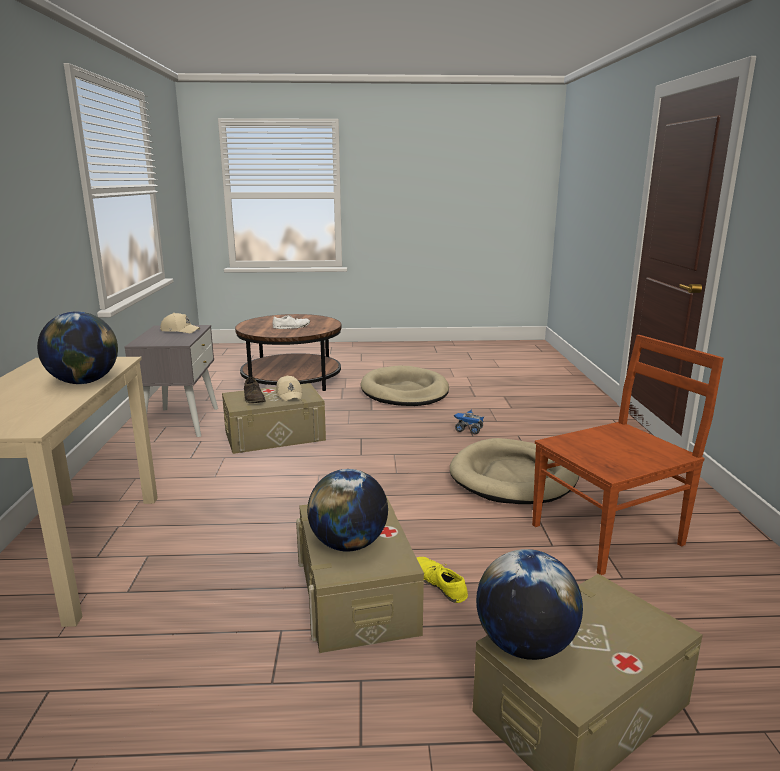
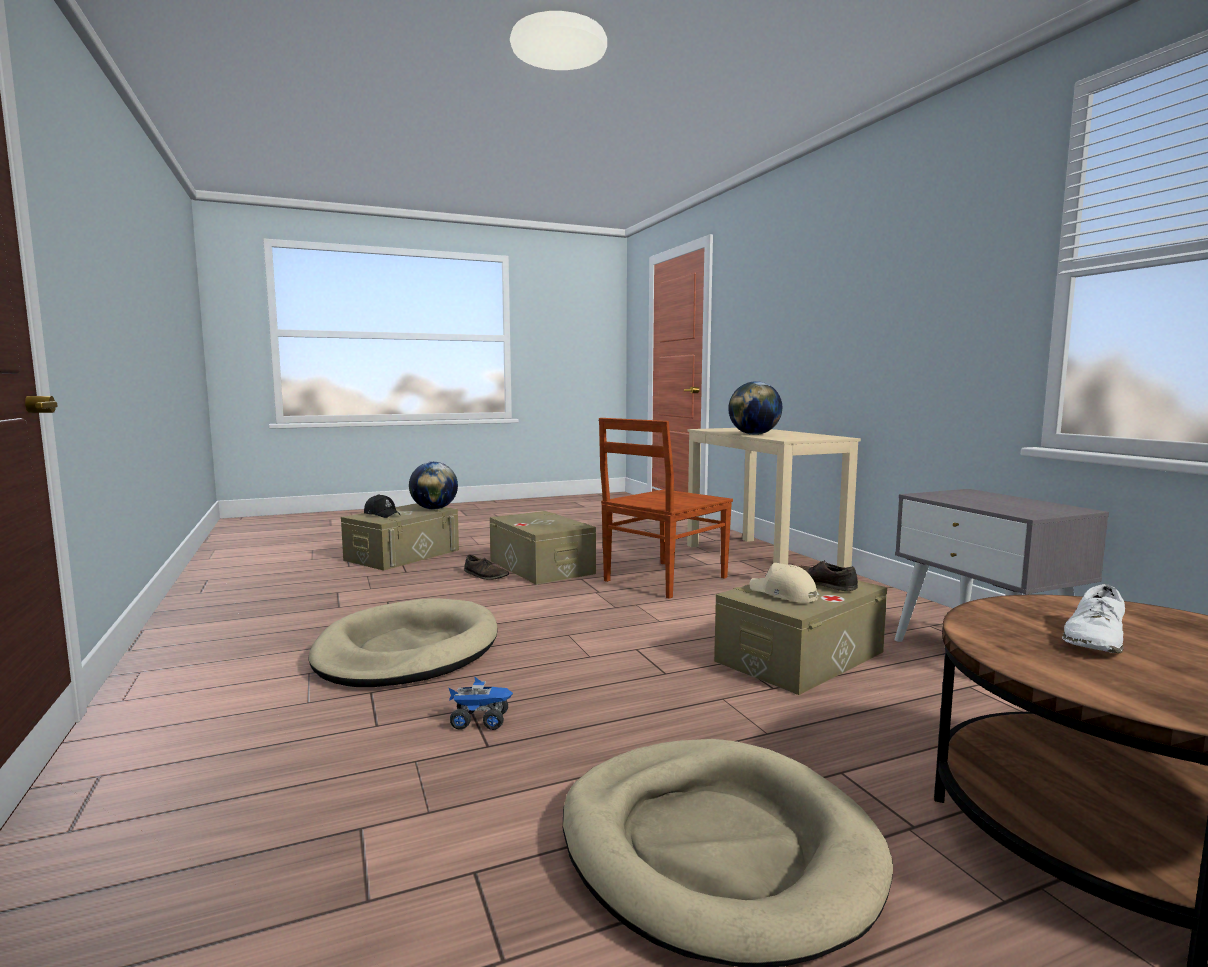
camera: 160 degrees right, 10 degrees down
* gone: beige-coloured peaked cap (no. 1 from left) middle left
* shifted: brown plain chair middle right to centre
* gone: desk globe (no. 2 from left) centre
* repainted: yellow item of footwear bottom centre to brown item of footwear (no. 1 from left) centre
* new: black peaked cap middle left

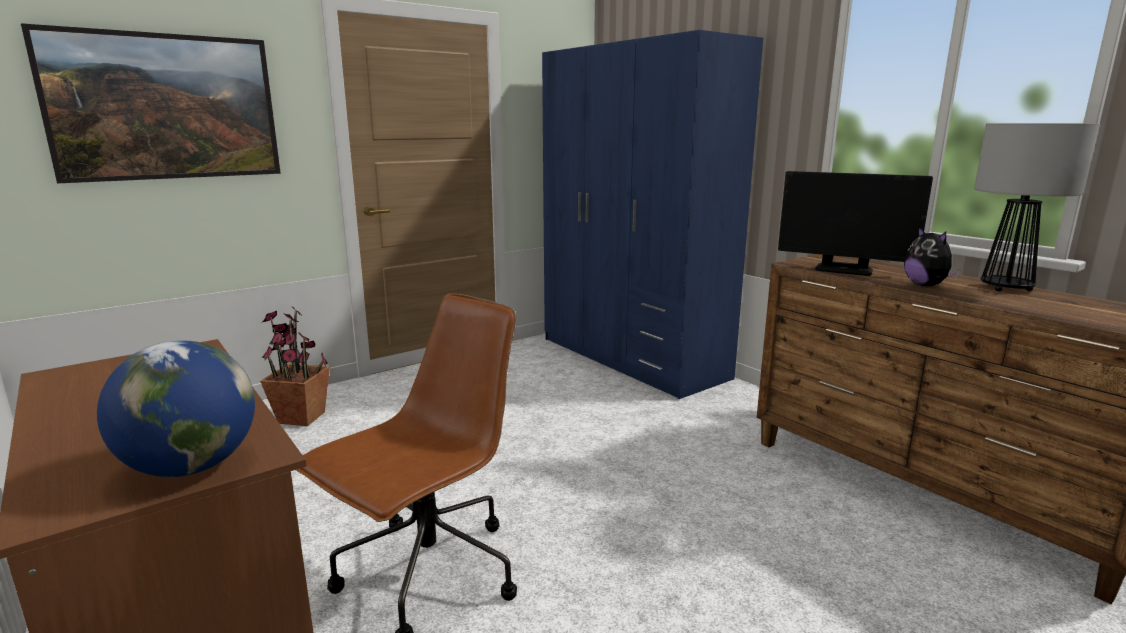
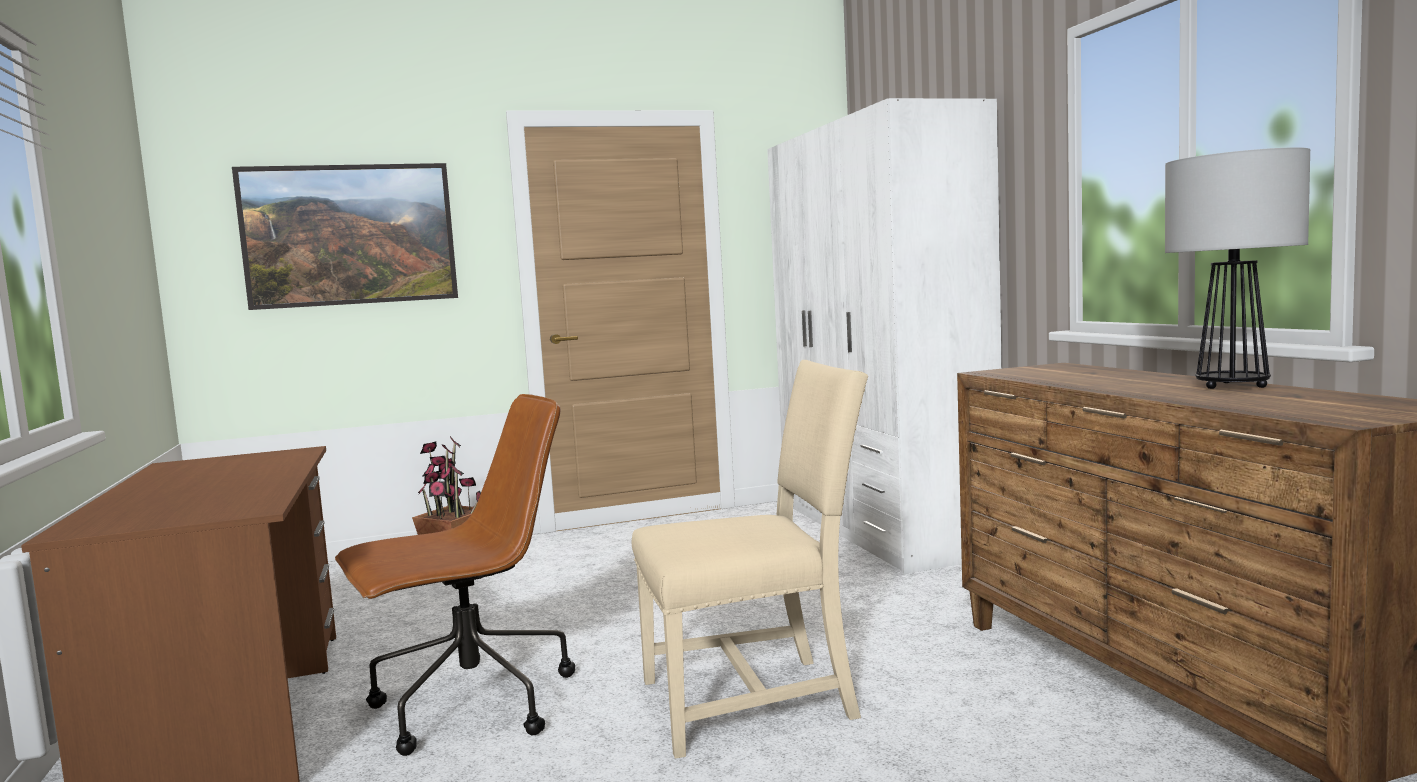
camera: 20 degrees right, 10 degrees down
* repainted: bluish clothes cupboard centre to whitish clothes cupboard centre
* gone: monitor middle right
* gone: plush toy middle right
* gone: desk globe middle left
* new: beige-coloured plain chair bottom centre

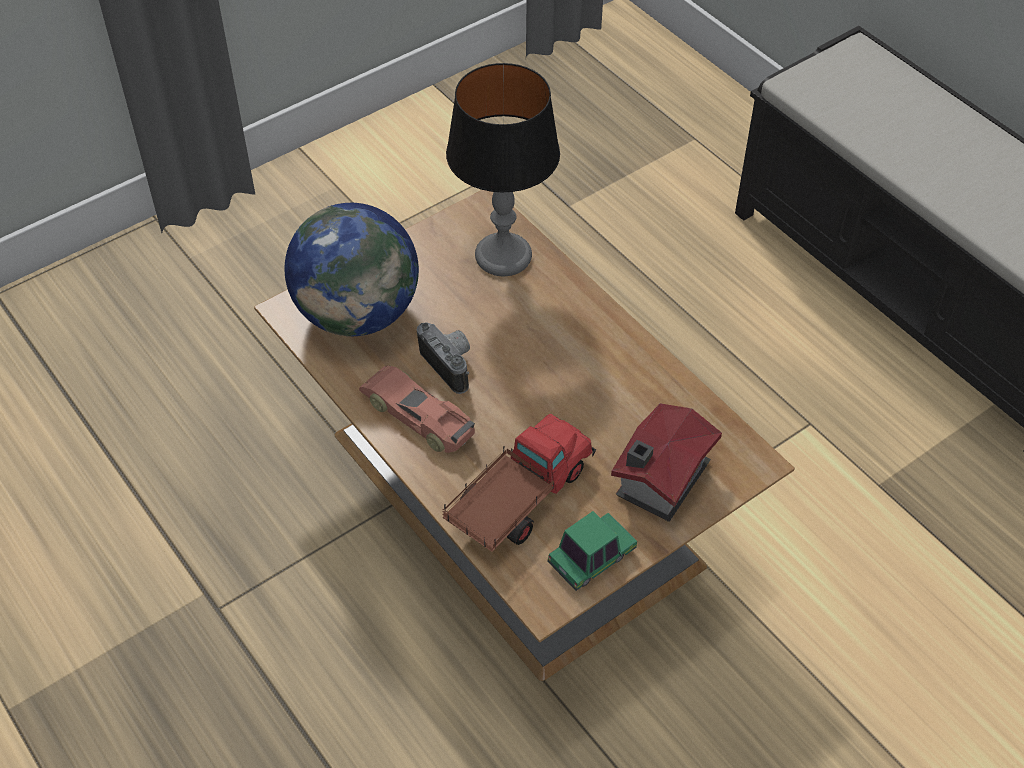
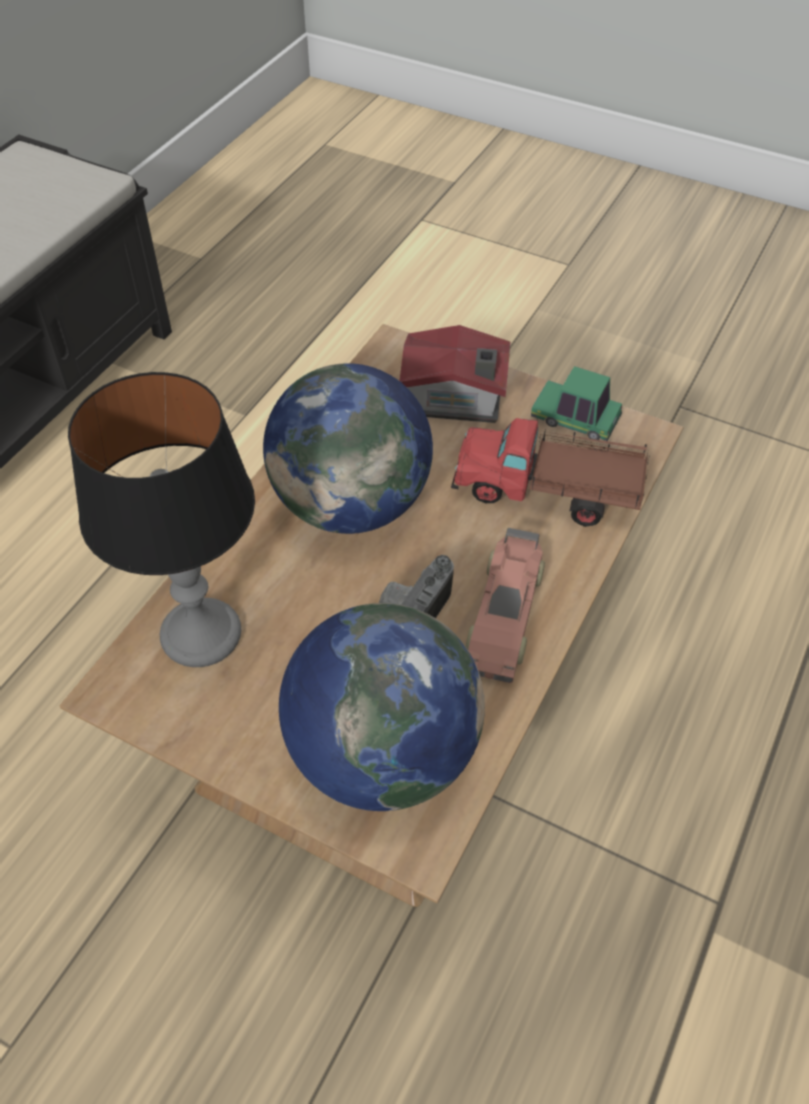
camera: 115 degrees left, 0 degrees up
* new: desk globe (no. 1 from left) centre

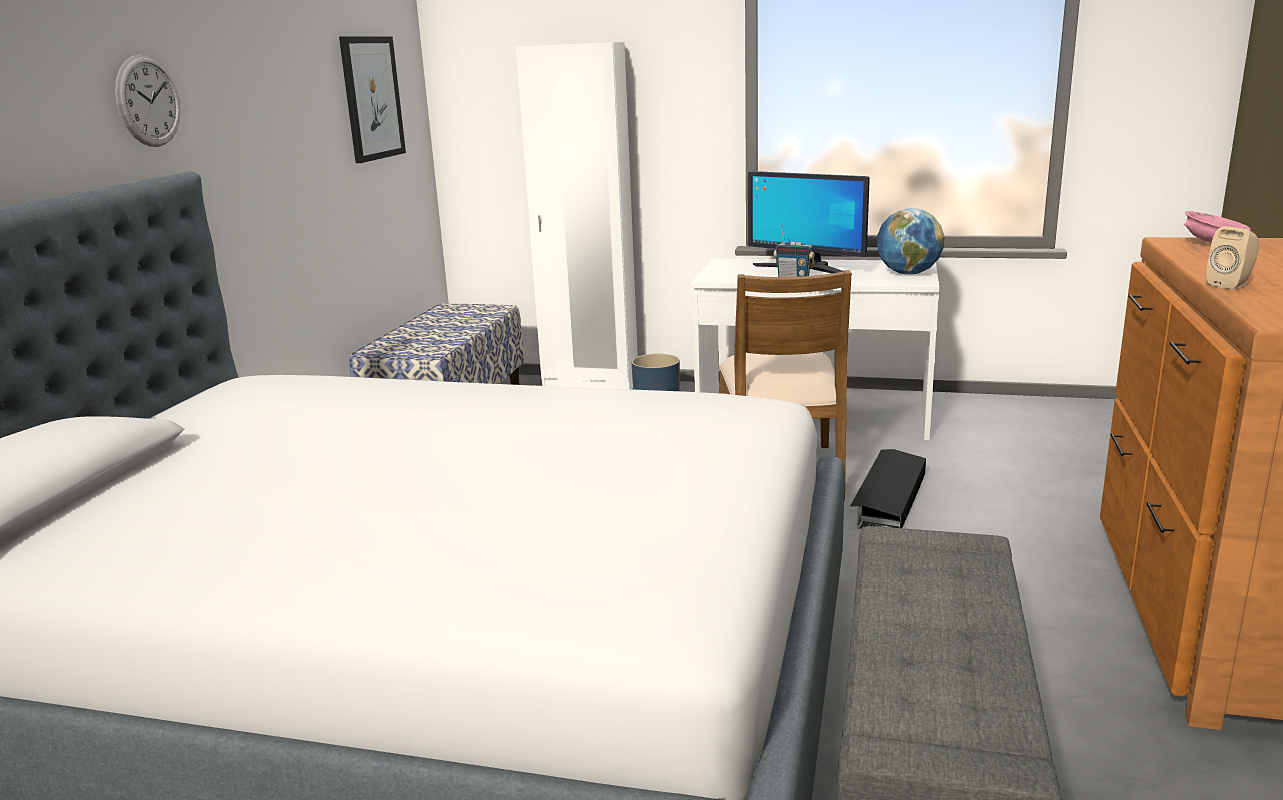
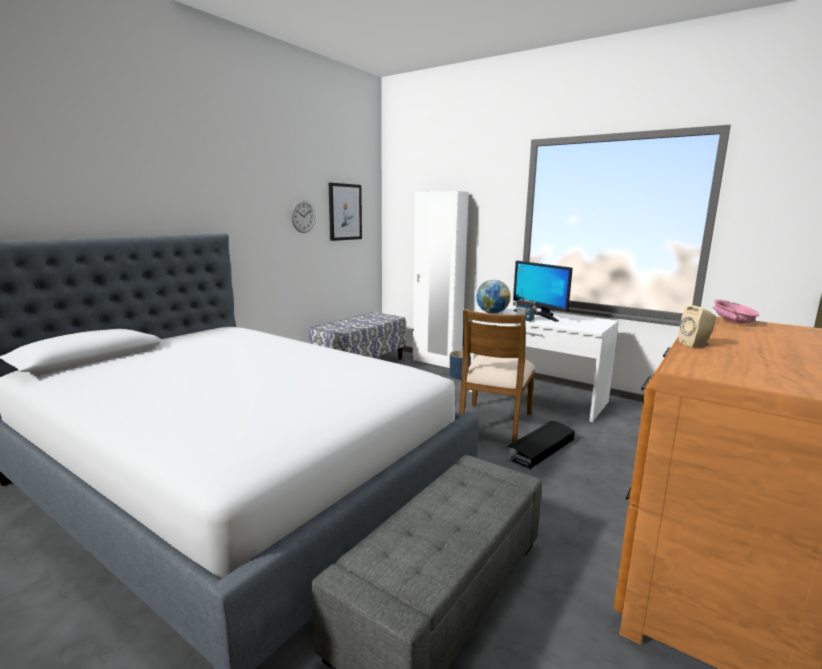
camera: 20 degrees right, 5 degrees down
* shifted: clock on the wall top left to top centre
* shifted: desk globe top right to centre

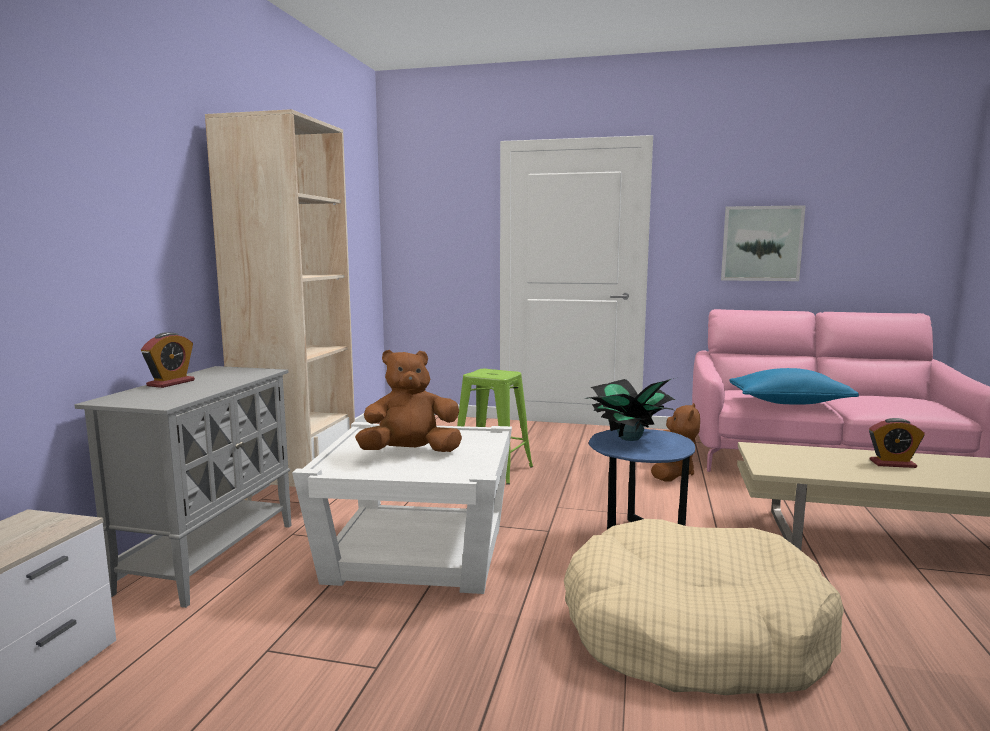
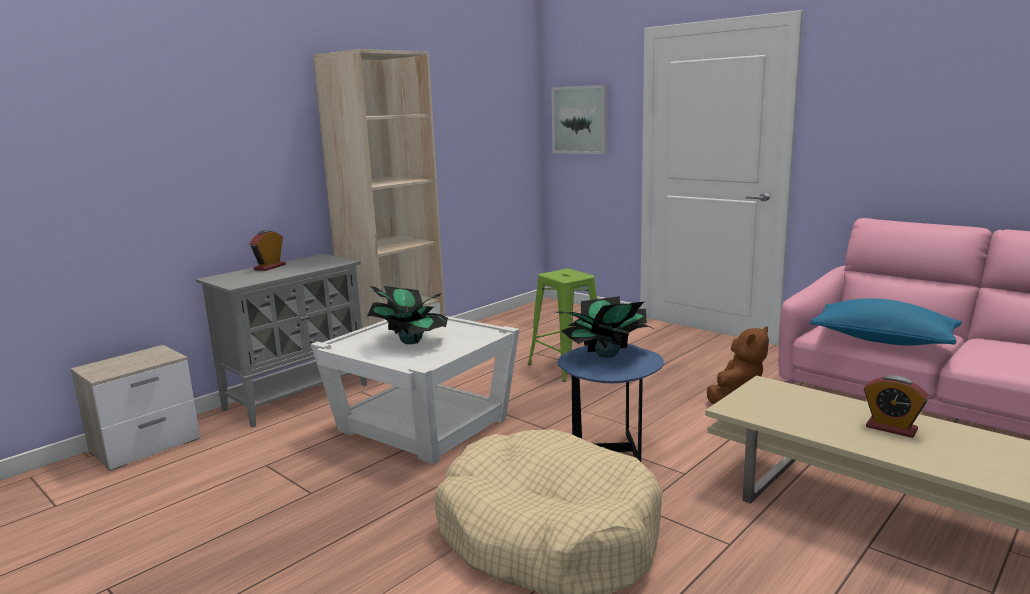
camera: 30 degrees right, 5 degrees up
* shifted: picture top right to top centre
* rotated: bedside clock (no. 1 from left) middle left = middle left 150 degrees clockwise
* swapped: brown plush toy (no. 1 from left) centre to houseplant (no. 1 from left) centre

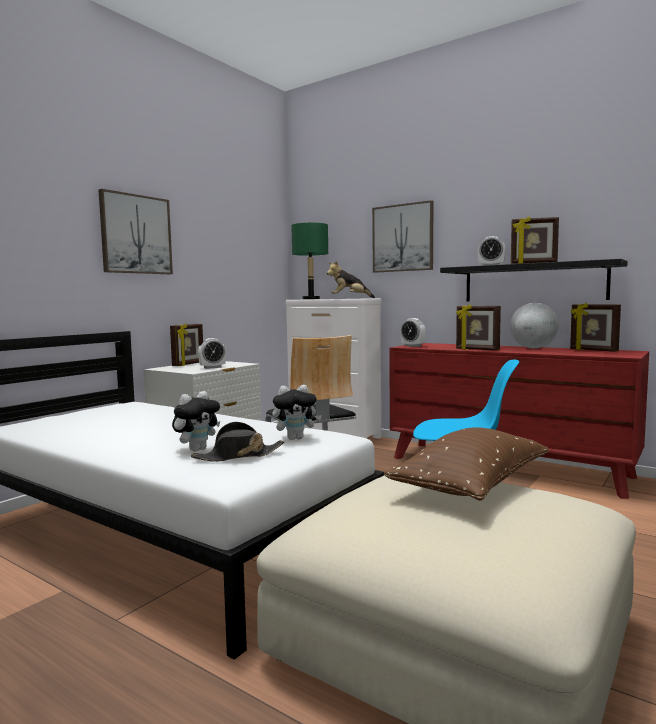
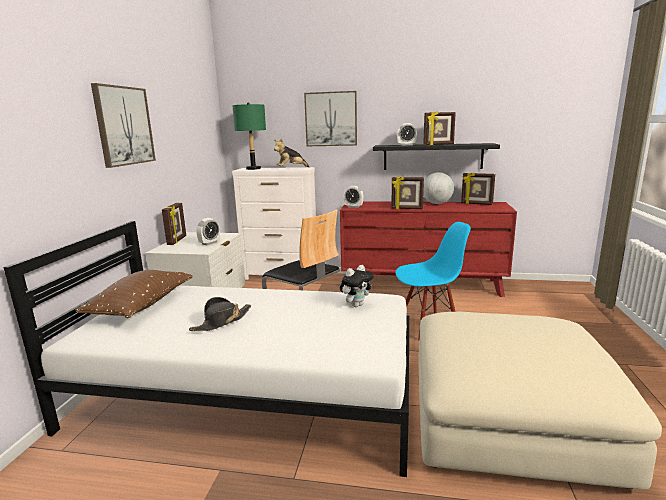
camera: 25 degrees left, 10 degrees up
* gone: plush toy (no. 1 from left) middle left
* shifted: black wearable hat centre to middle left
* shifted: brown pillow middle right to middle left

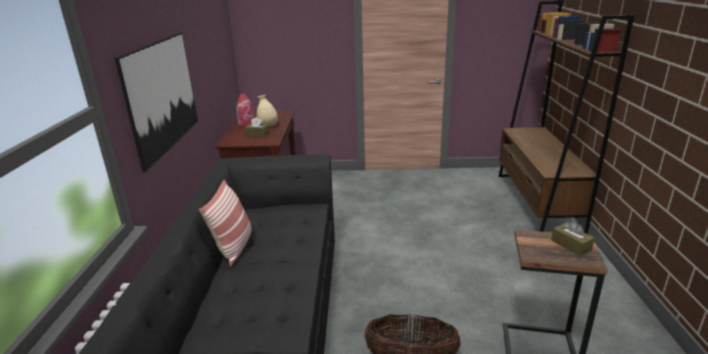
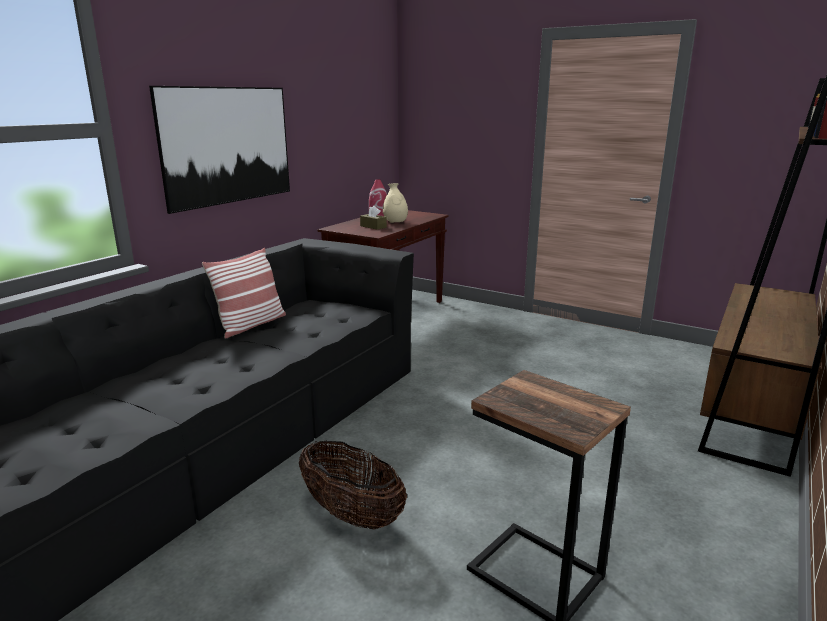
camera: 30 degrees right, 5 degrees down
* gone: brown box of tissues (no. 2 from left) bottom right

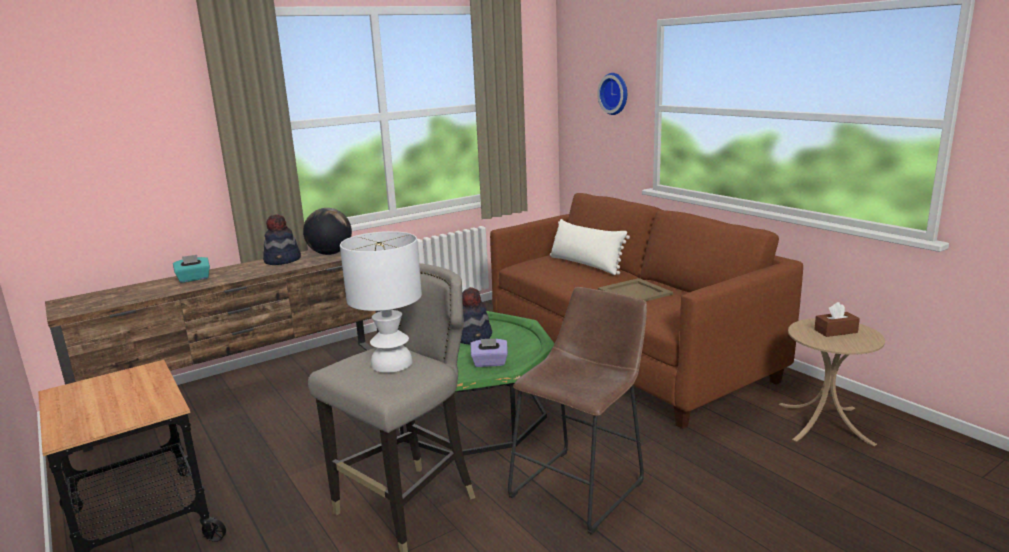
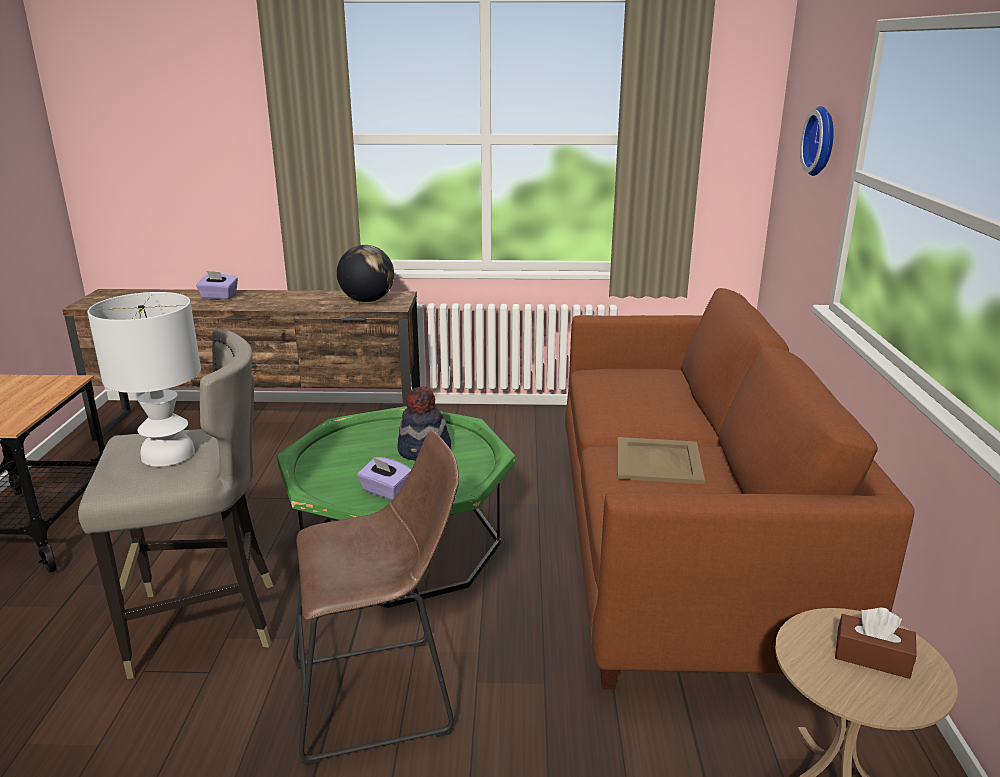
camera: 35 degrees right, 5 degrees up
* gone: wearable hat (no. 1 from left) middle left
* gone: whitish pillow centre
* repainted: turquoise-coloured box of tissues middle left to purple box of tissues (no. 1 from left) middle left

